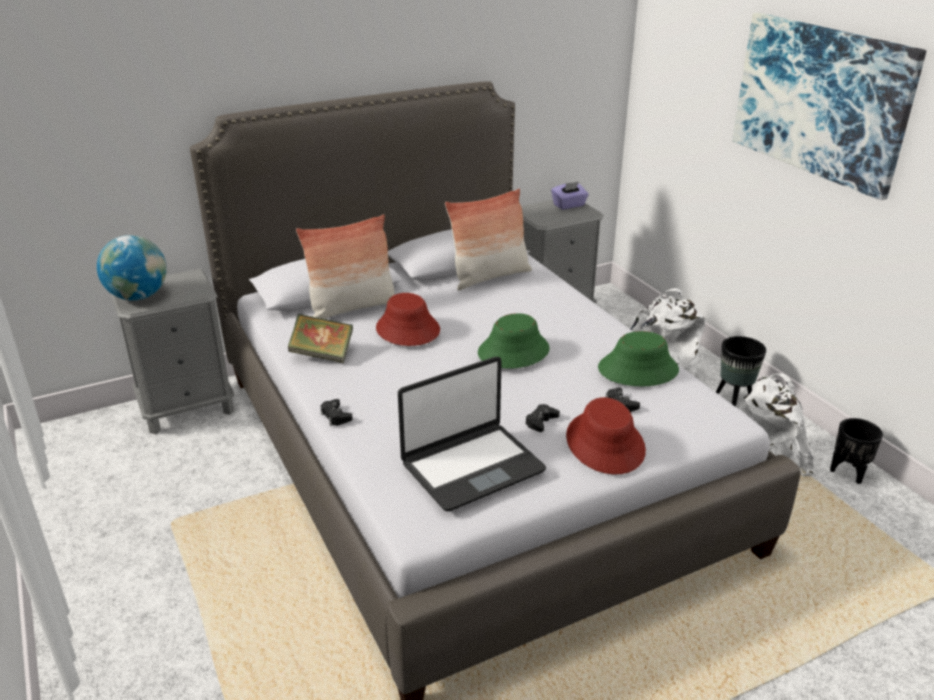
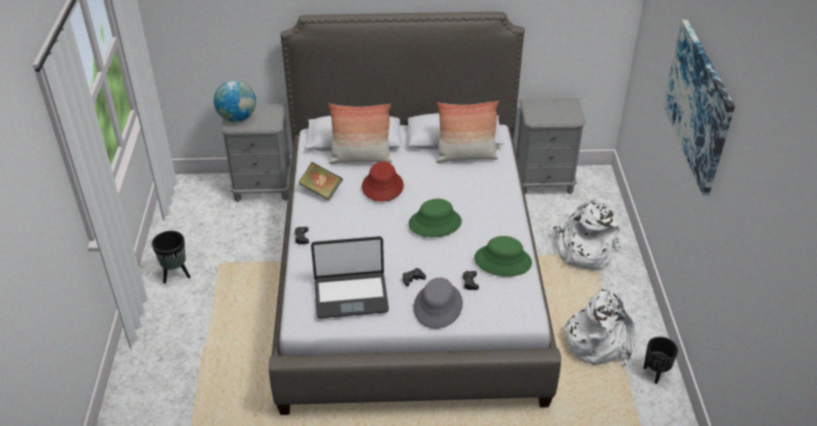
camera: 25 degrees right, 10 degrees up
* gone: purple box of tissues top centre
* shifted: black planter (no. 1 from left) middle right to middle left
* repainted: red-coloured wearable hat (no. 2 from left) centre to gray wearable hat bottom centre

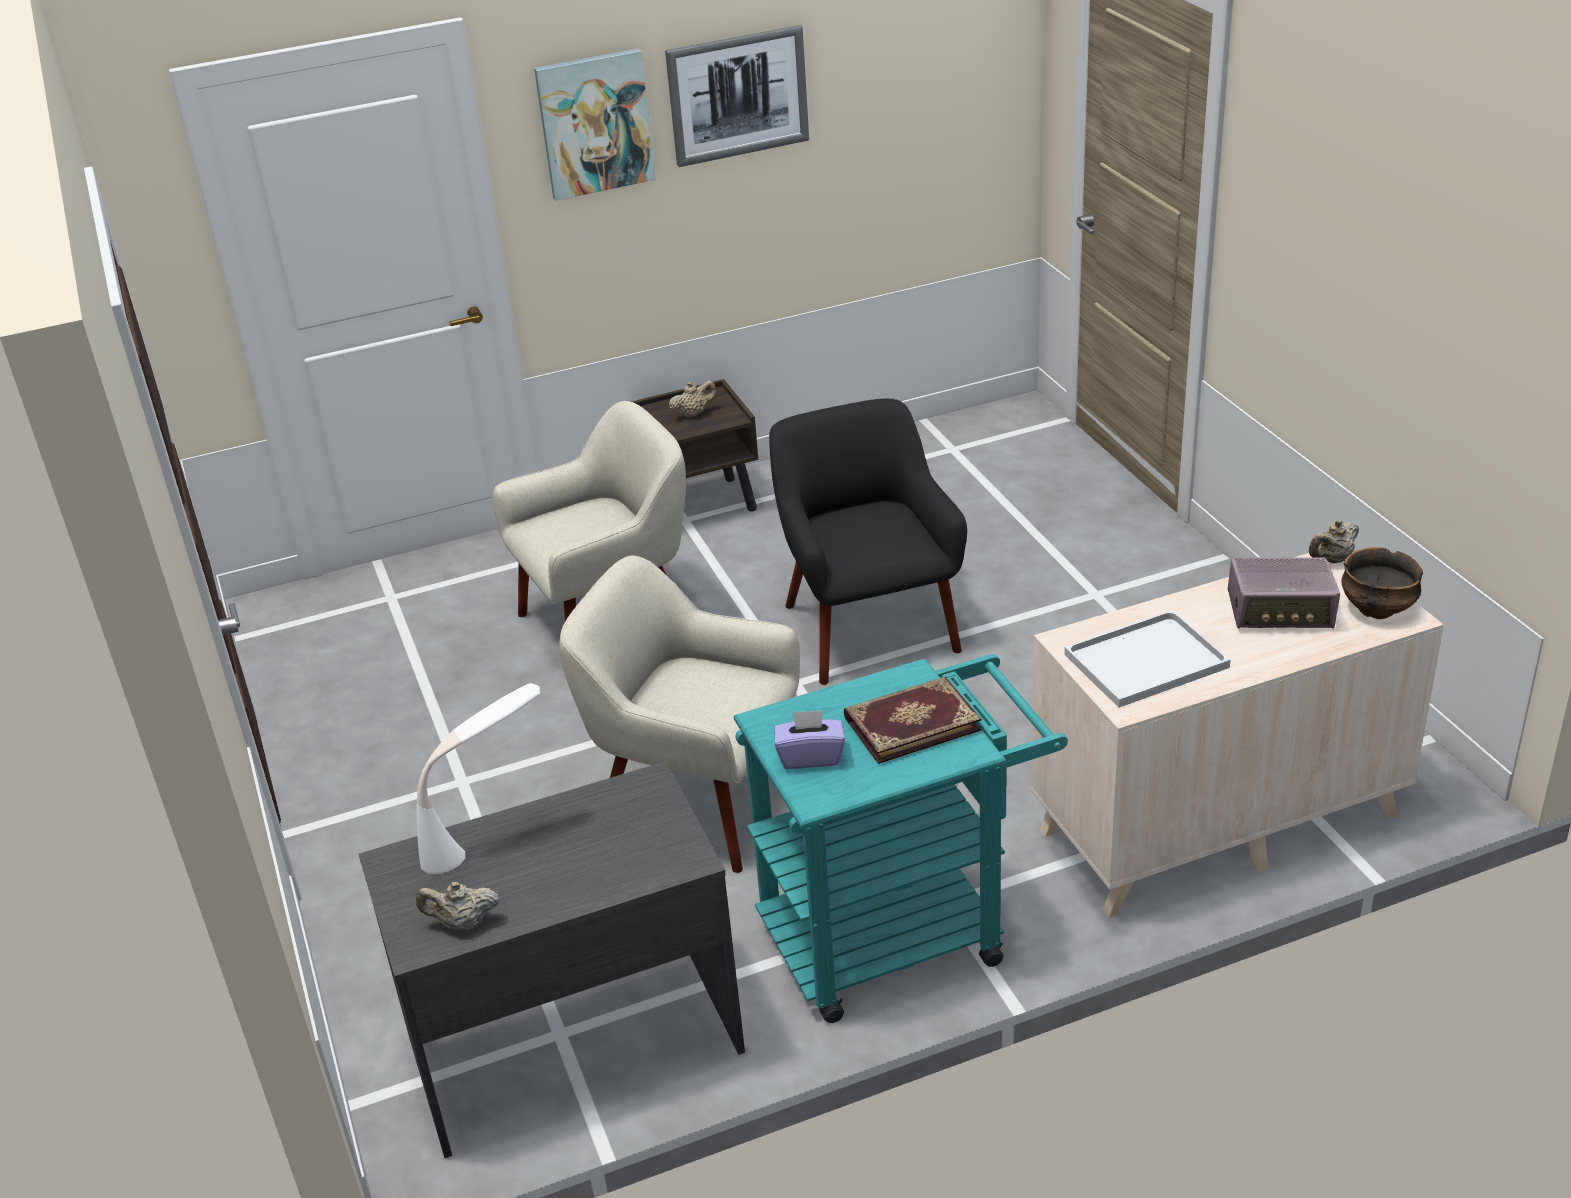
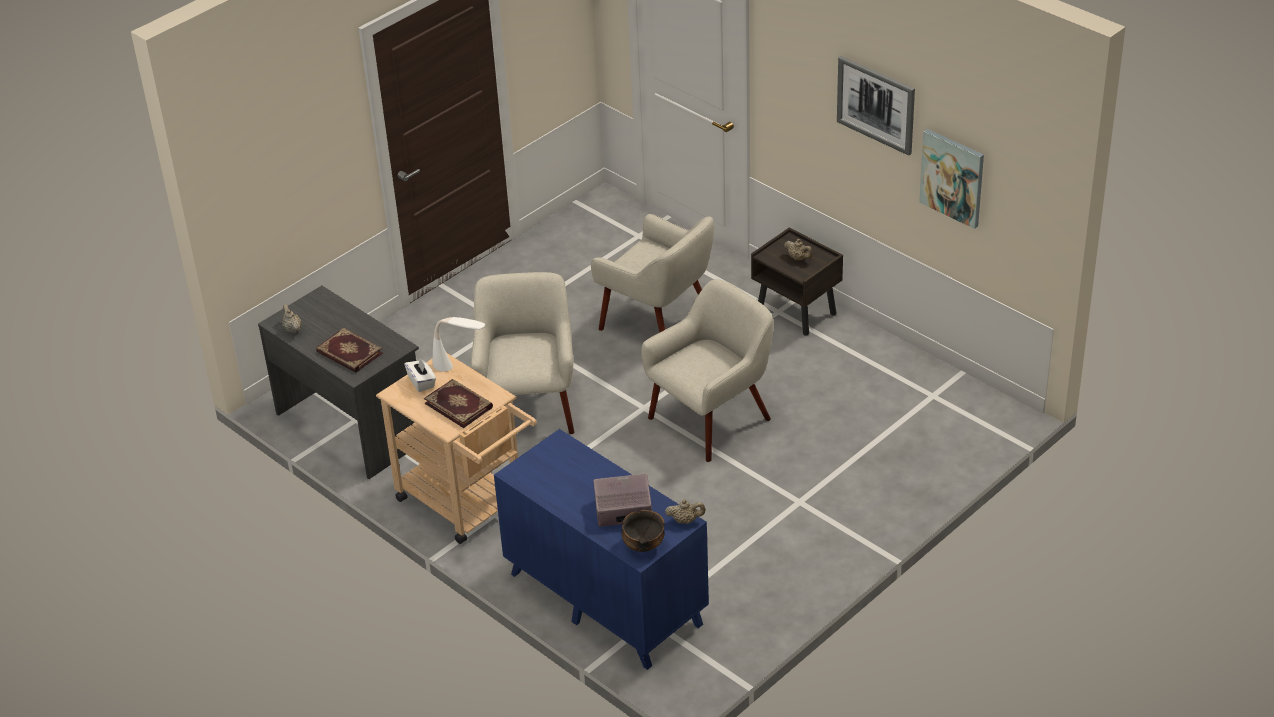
camera: 65 degrees right, 5 degrees up
* shifted: picture (no. 1 from left in the first image) top centre to picture (no. 2 from left) top right
* repainted: black armchair centre to beige-coloured armchair (no. 3 from left) centre
* rotated: beige-coloured pot for tea (no. 3 from left in the first image) middle right = bottom centre 150 degrees clockwise
* repainted: beige-coloured drawer chest middle right to bluish drawer chest bottom centre
* rotated: radio middle right = bottom centre 105 degrees clockwise
* gone: whitish tray middle right
* repainted: turquoise-coloured trolley bottom centre to beige-coloured trolley centre
* shifted: whitish tabletop lamp middle left to centre
* repainted: purple box of tissues centre to whitish box of tissues middle left
* new: bound book (no. 1 from left) middle left

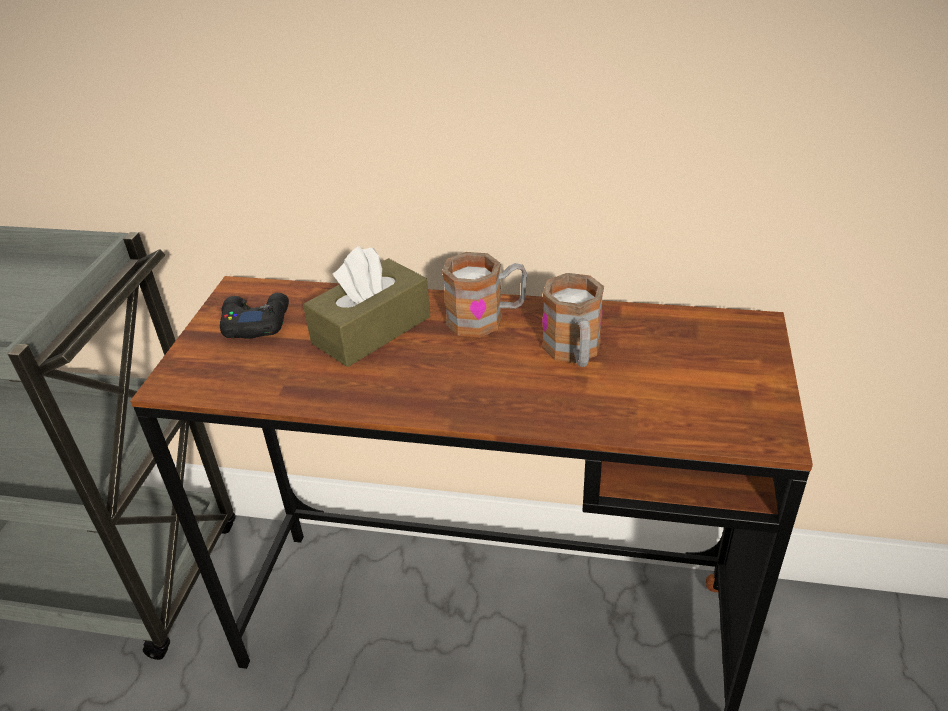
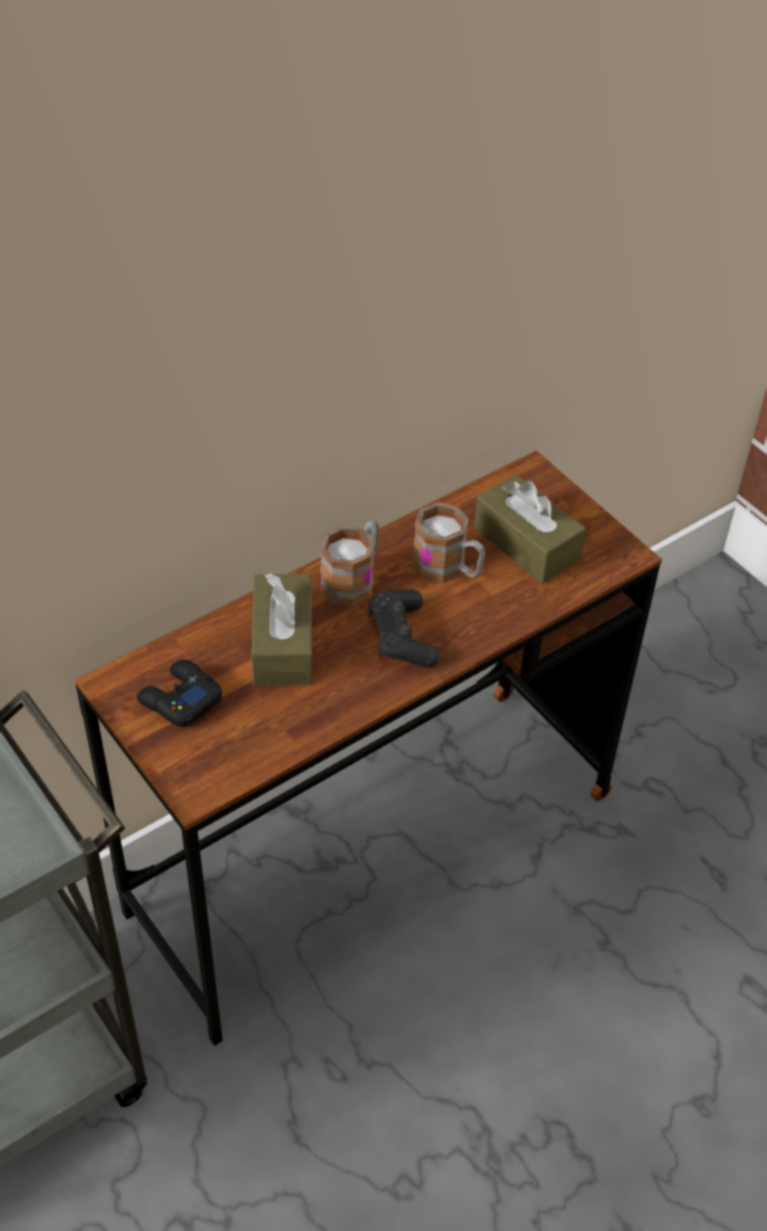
camera: 50 degrees left, 10 degrees up
* new: brown box of tissues (no. 2 from left) middle right
* new: black gamepad (no. 2 from left) centre

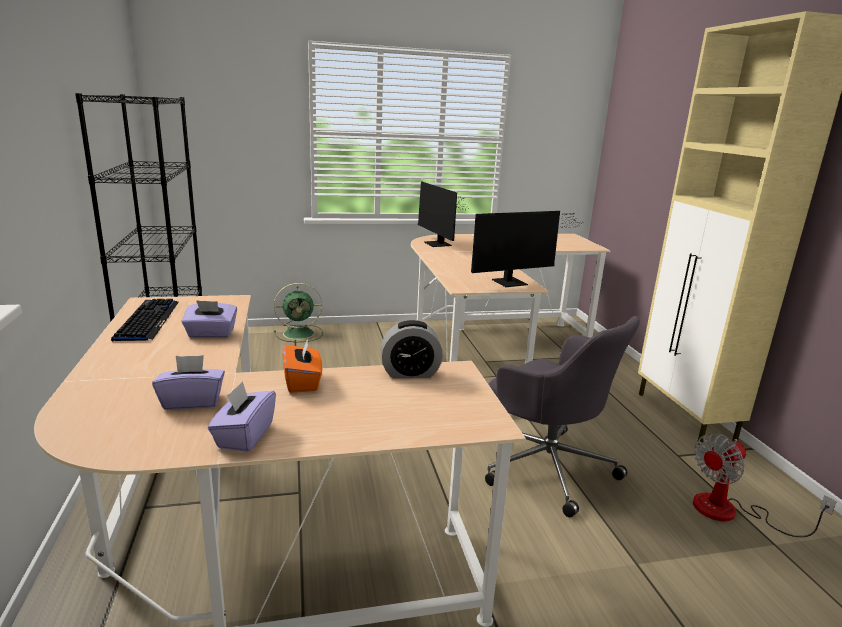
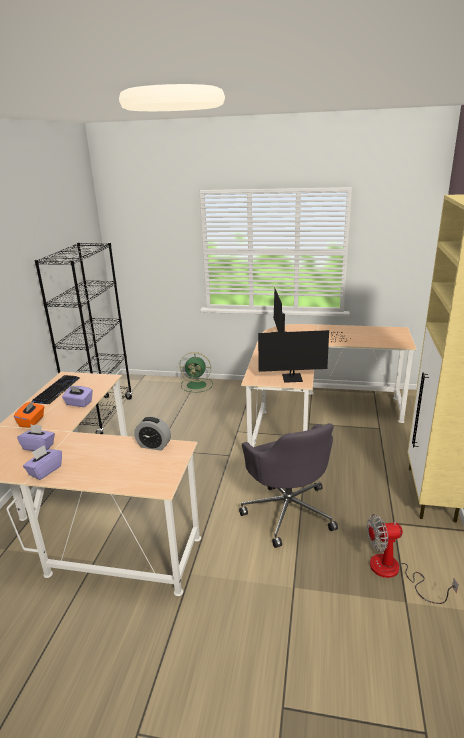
camera: 25 degrees right, 5 degrees up
* shifted: orangey box of tissues centre to middle left

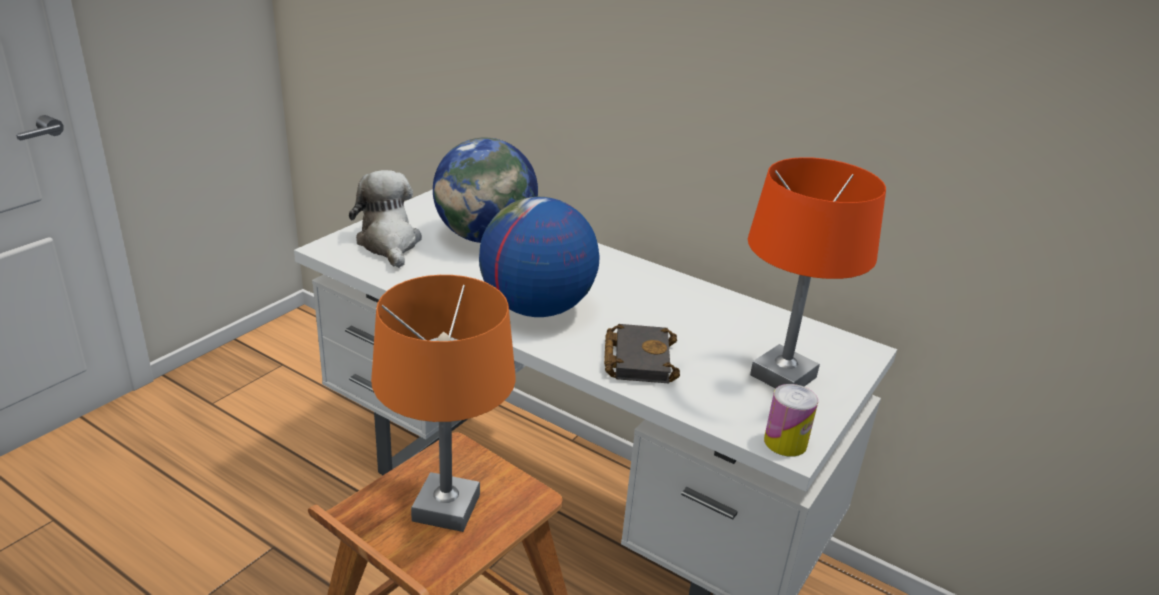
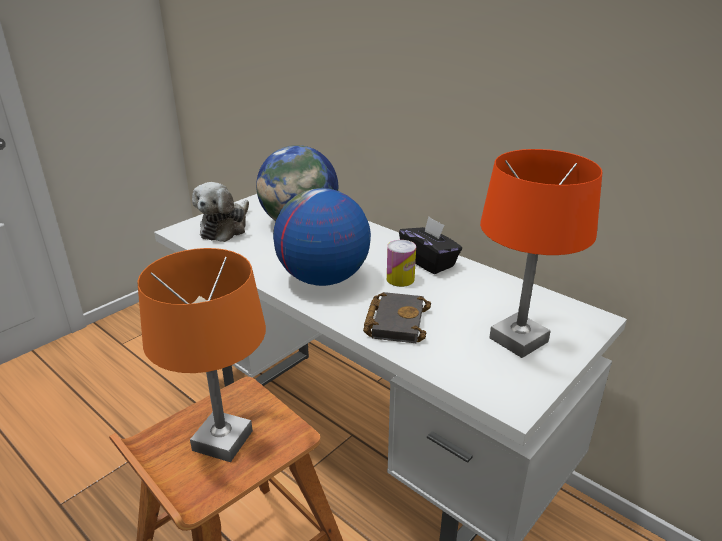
camera: 10 degrees right, 0 degrees up
* rotated: plush toy middle left = middle left 150 degrees counterclockwise
* shifted: sealed can bottom right to centre
* new: black box of tissues centre

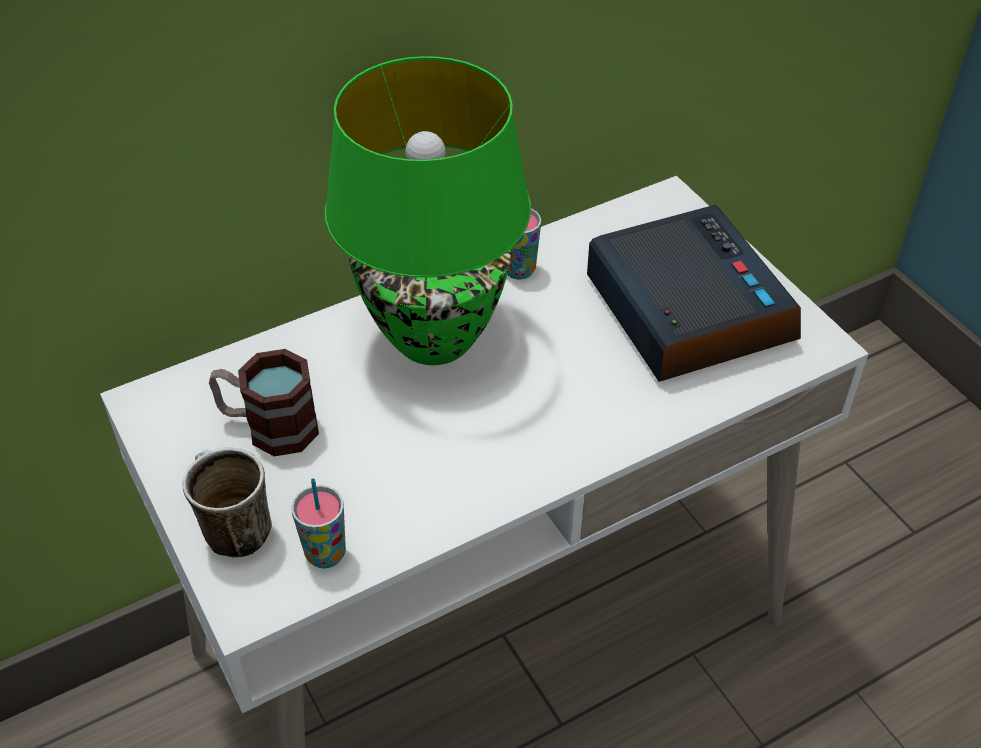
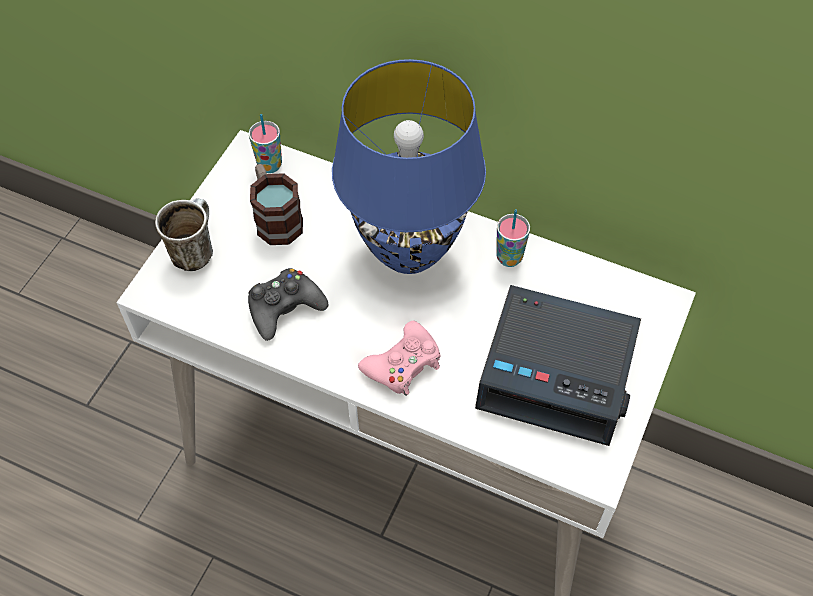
camera: 55 degrees right, 10 degrees up
* repainted: greenish tabletop lamp top centre to bluish tabletop lamp top centre
* rotated: bedside clock middle right = middle right 75 degrees clockwise
* shifted: small cup (no. 1 from left) bottom left to top left
* new: black gamepad centre
* new: pinkish gamepad centre

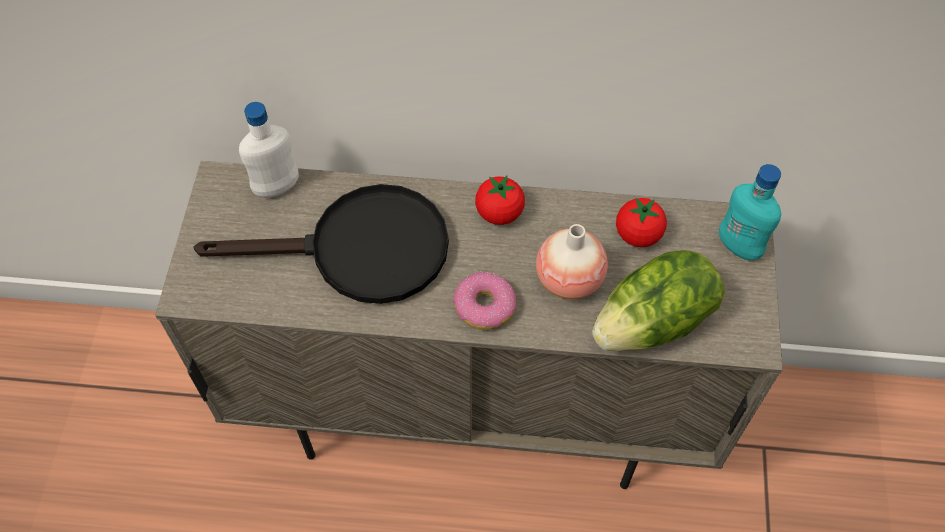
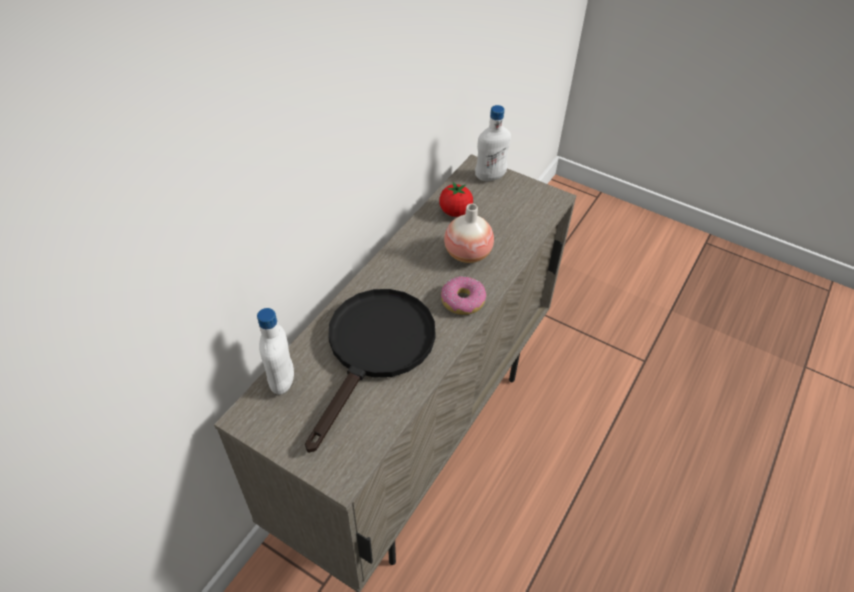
camera: 65 degrees left, 10 degrees down
* repainted: turquoise-coloured drink bottle middle right to whitish drink bottle (no. 2 from left) top centre
* gone: whole tomato (no. 1 from left) centre
* gone: head of lettuce middle right

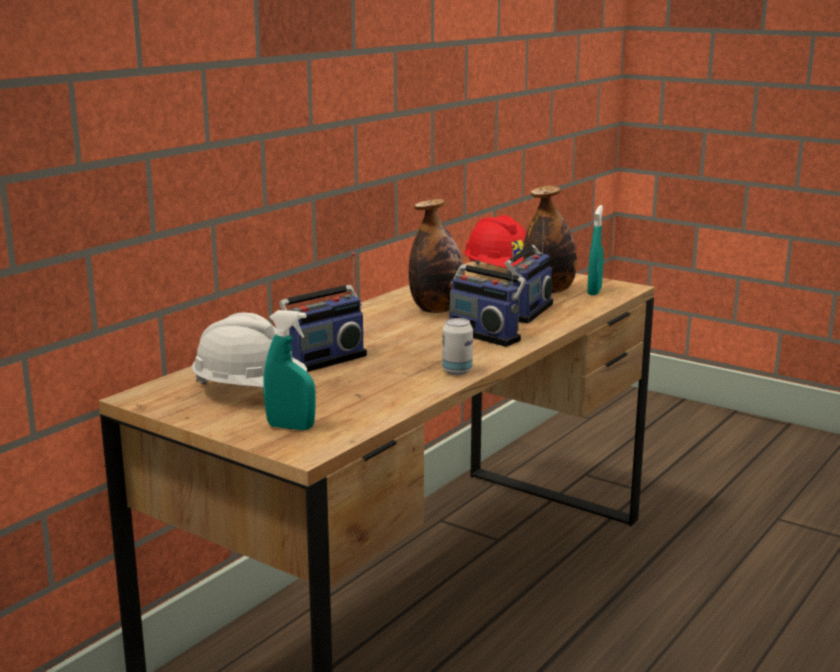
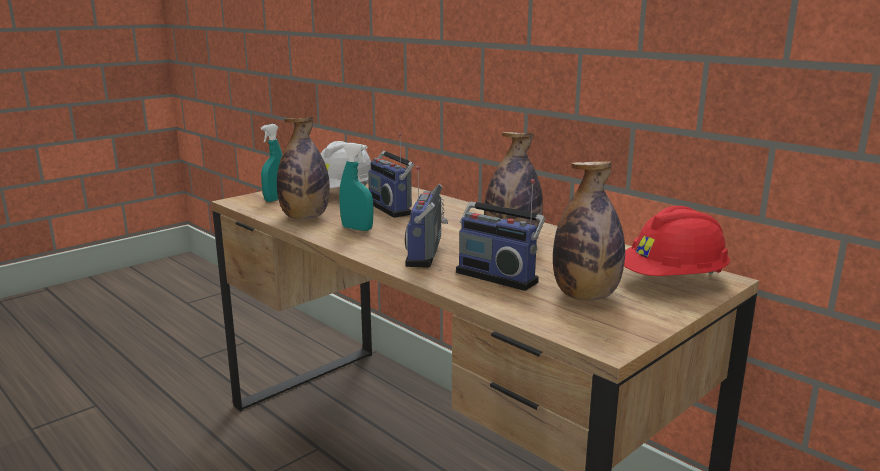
camera: 100 degrees right, 0 degrees up
* shifted: turquoise-coloured sprayer (no. 2 from left) middle right to centre
* rotated: radio (no. 2 from left) centre = centre 45 degrees counterclockwise
* gone: sealed can centre
* new: drink bottle (no. 1 from left) centre

